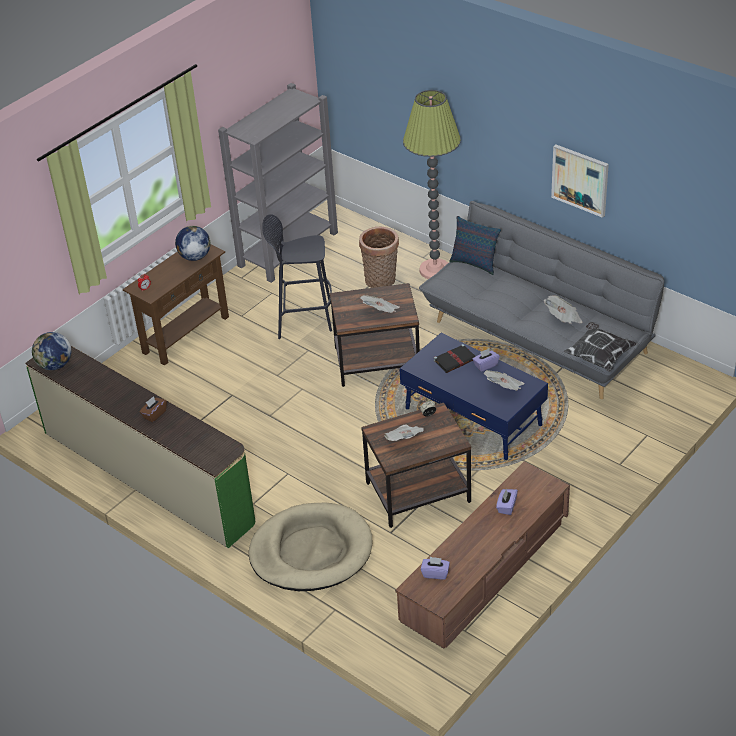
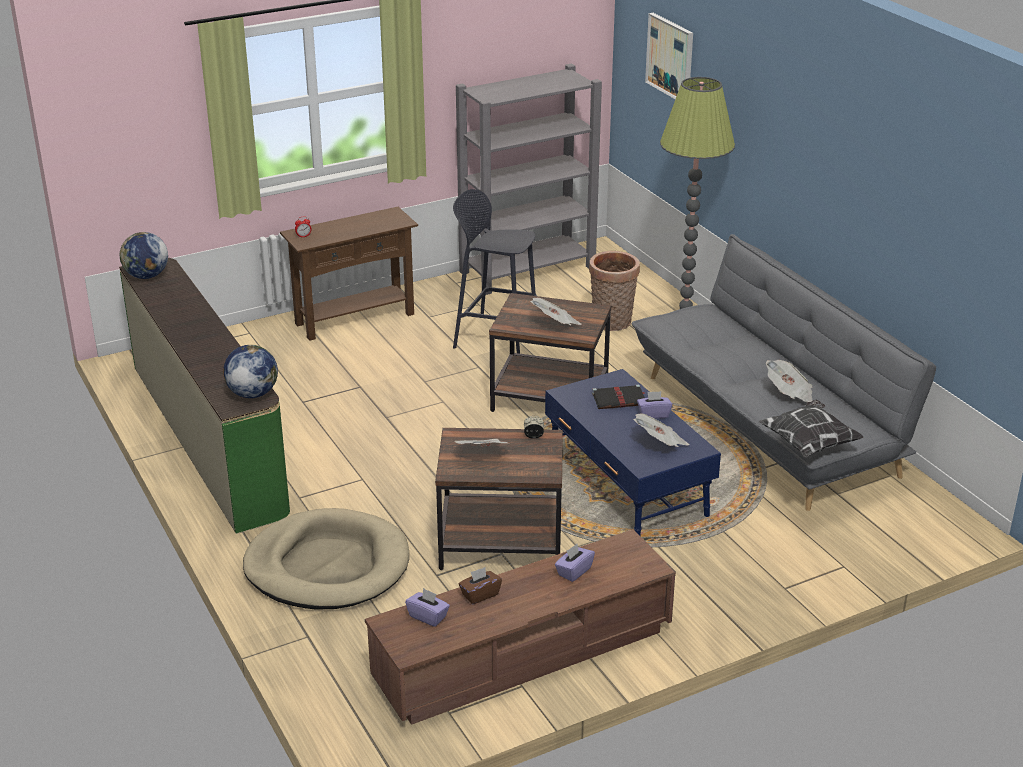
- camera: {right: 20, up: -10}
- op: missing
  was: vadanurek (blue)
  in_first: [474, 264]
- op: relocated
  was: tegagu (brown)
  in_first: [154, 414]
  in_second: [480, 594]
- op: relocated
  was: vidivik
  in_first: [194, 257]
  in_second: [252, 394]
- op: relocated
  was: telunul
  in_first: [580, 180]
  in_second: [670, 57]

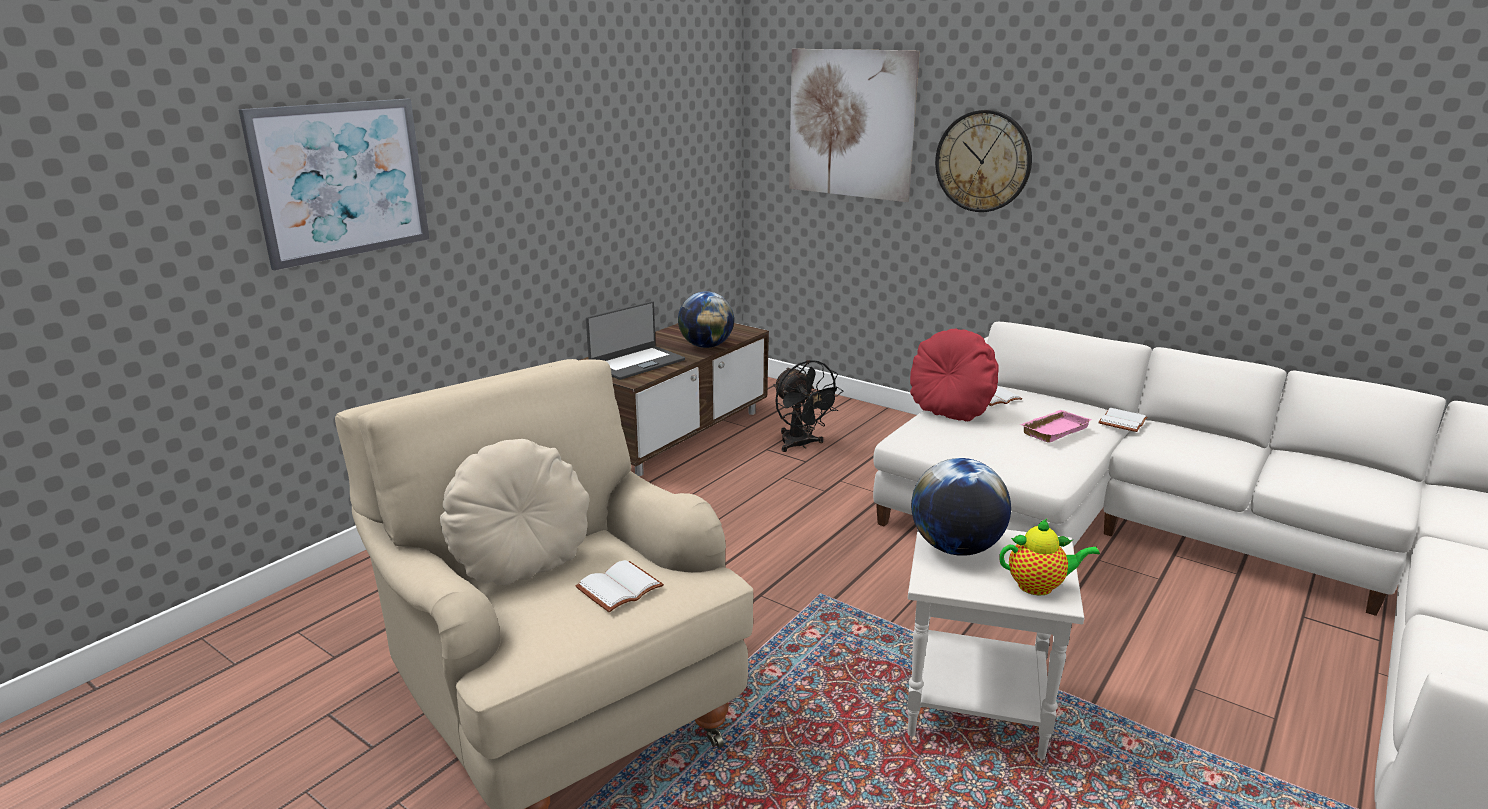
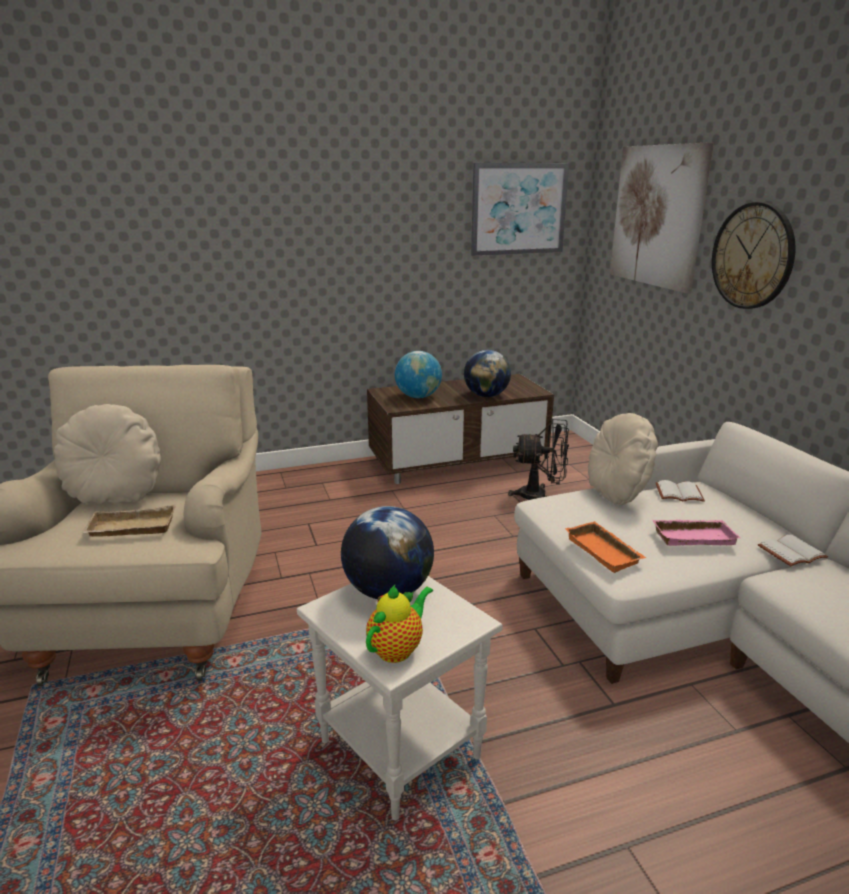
- camera: {right: 35, up: 0}
- op: appeared
  now: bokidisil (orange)
  in_second: [605, 551]
- op: relocated
  was: telunul
  in_first: [341, 180]
  in_second: [519, 209]
- op: exchanged
  was: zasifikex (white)
  now: bokidisil (beige)
  in_first: [620, 589]
  in_second: [130, 529]
- op: exchanged
  was: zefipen
  now: vidivik
  in_first: [636, 363]
  in_second: [418, 397]
- op: colour
  was: vadanurek (red)
  now: vadanurek (beige)
  in_first: [950, 413]
  in_second: [616, 495]
- op: spun
  was: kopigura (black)
  in_first: [800, 445]
  in_second: [540, 496]
  clockwise: -90
- op: spun
  was: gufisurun
  in_first: [1039, 586]
  in_second: [398, 649]
  clockwise: -90

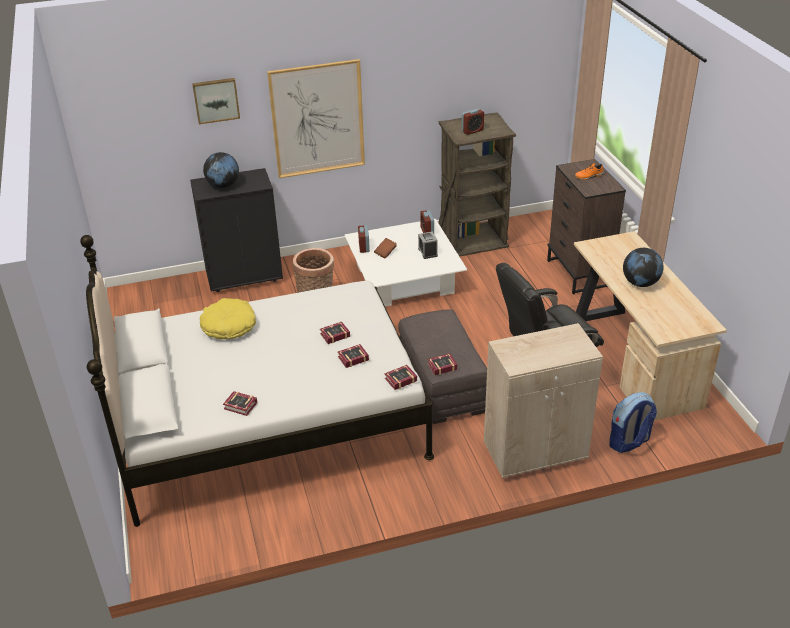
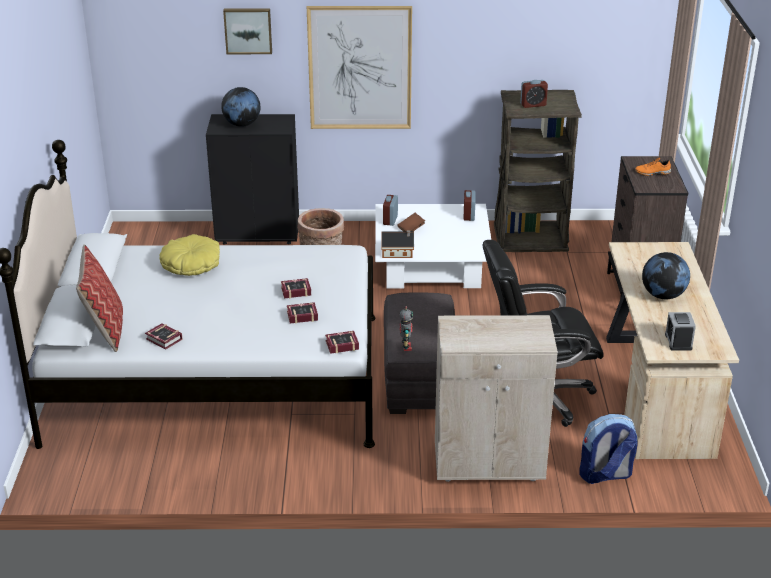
- camera: {right: 15, up: -5}
- op: appeared
  now: vadanurek
  in_second: [105, 330]
- op: appeared
  now: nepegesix
  in_second: [398, 253]
- op: relocated
  was: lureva
  in_first: [427, 252]
  in_second: [678, 341]
- op: exchanged
  was: zasifikex
  now: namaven
  in_first: [441, 366]
  in_second: [406, 347]

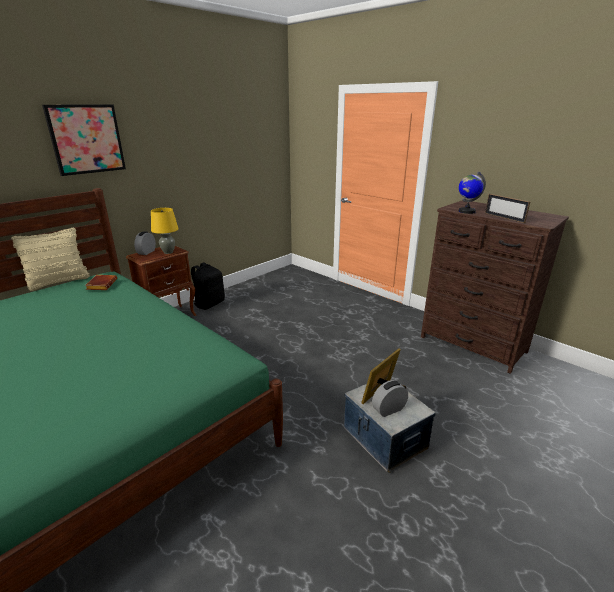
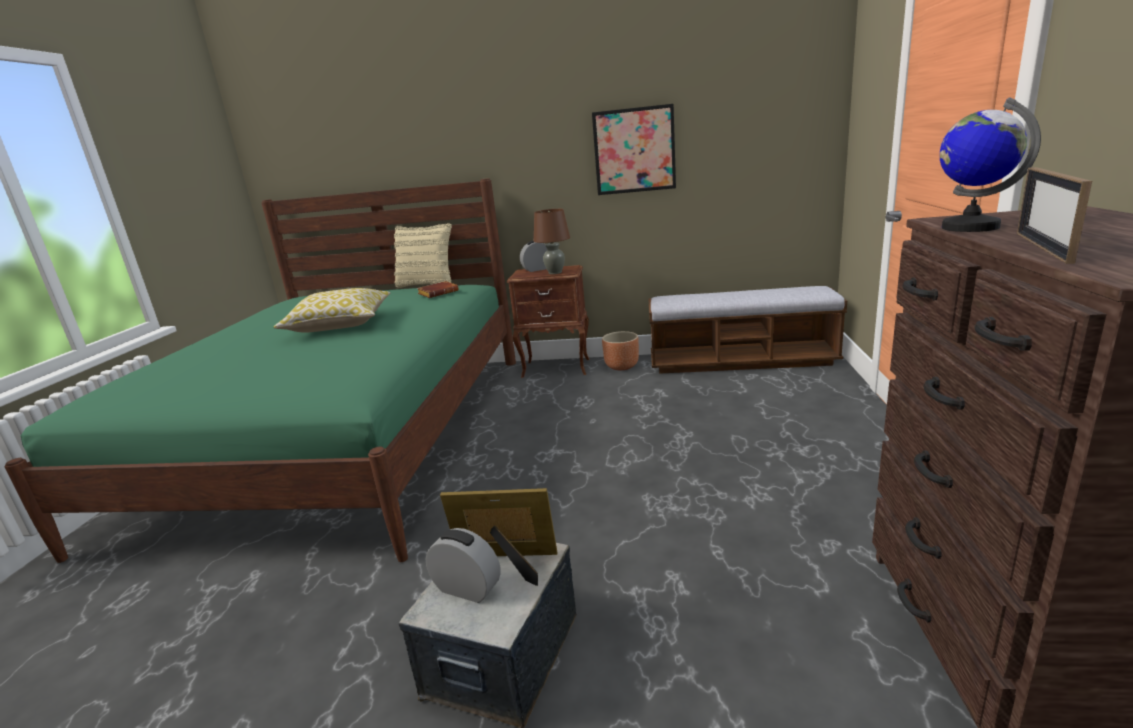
- camera: {right: 55, up: -5}
- op: appeared
  now: vadanurek
  in_second: [340, 325]
- op: appeared
  now: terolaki
  in_second: [741, 361]
- op: relocated
  was: telunul
  in_first: [86, 139]
  in_second: [634, 150]
- op: exchanged
  was: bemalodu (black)
  now: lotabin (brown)
  in_first: [209, 304]
  in_second: [622, 366]
- op: colour
  was: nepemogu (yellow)
  now: nepemogu (brown)
  in_first: [168, 252]
  in_second: [555, 272]

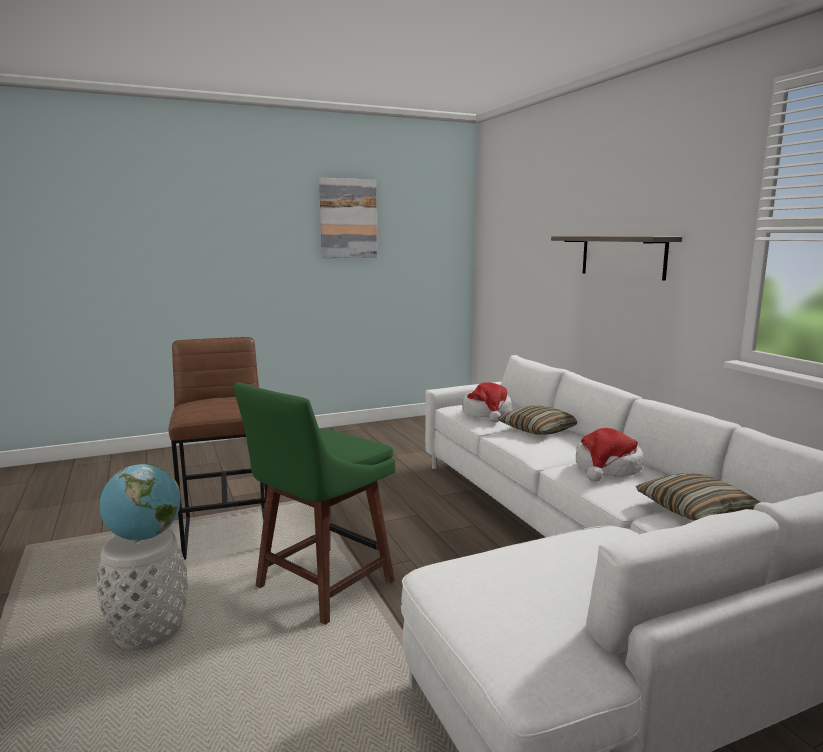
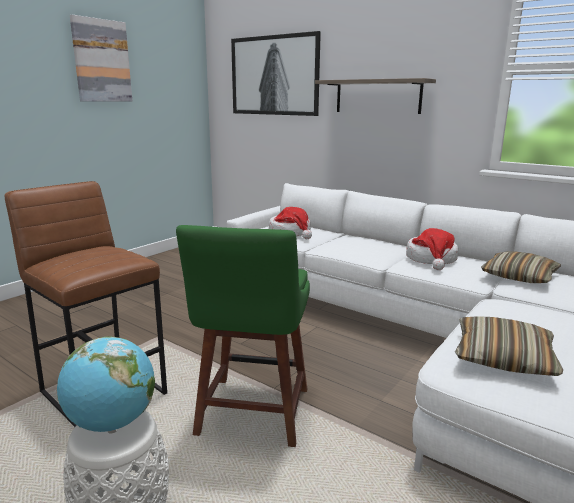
- camera: {right: -30, up: 5}
- op: appeared
  now: telunul
  in_second: [274, 75]
- op: relocated
  was: vadanurek
  in_first: [538, 430]
  in_second: [503, 357]

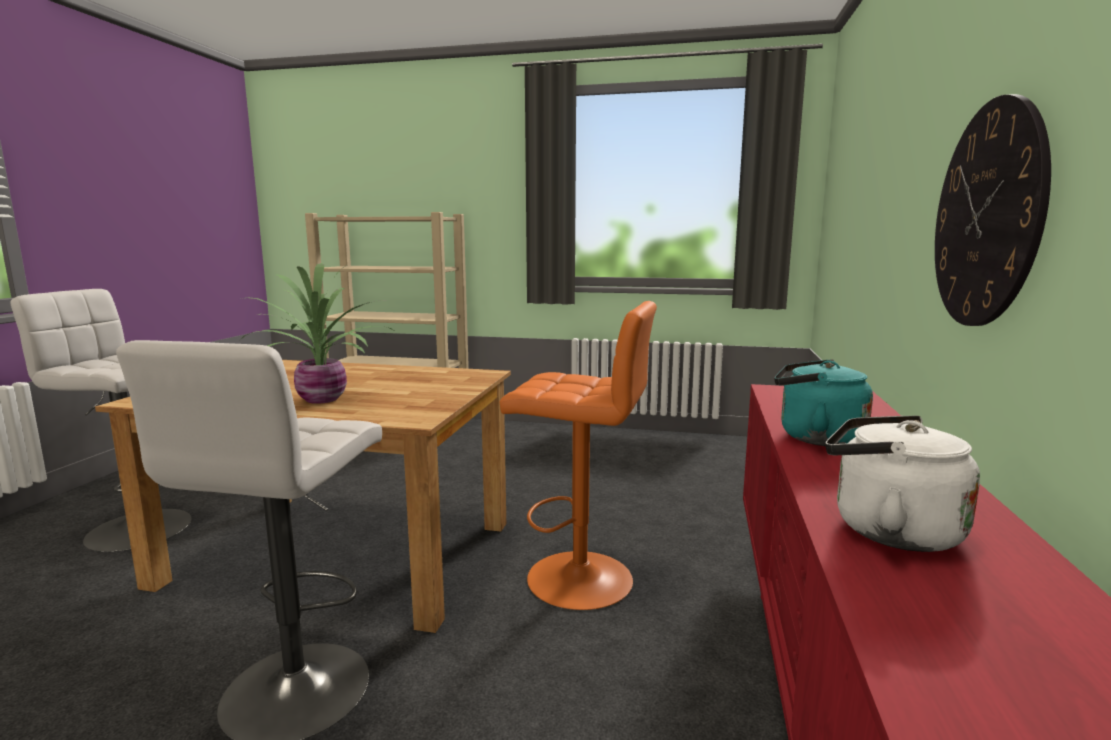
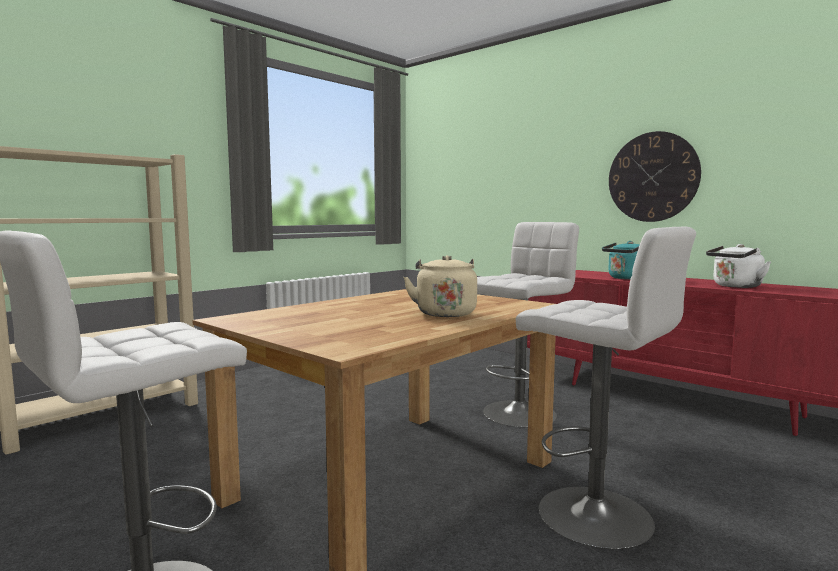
- camera: {right: -60, up: -5}
- op: exchanged
  was: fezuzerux
  now: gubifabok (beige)
  in_first: [325, 399]
  in_second: [444, 313]
- op: colour
  was: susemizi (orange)
  now: susemizi (white)
  in_first: [580, 580]
  in_second: [520, 413]

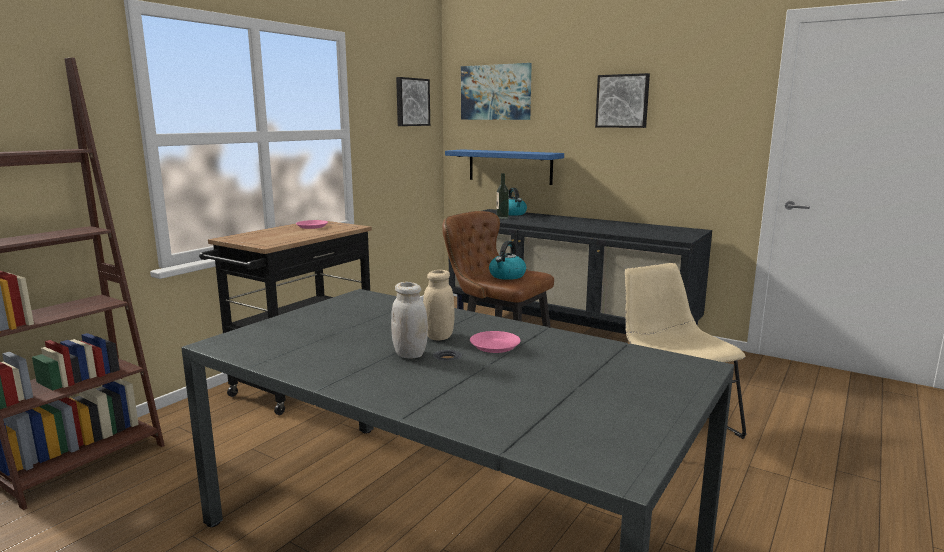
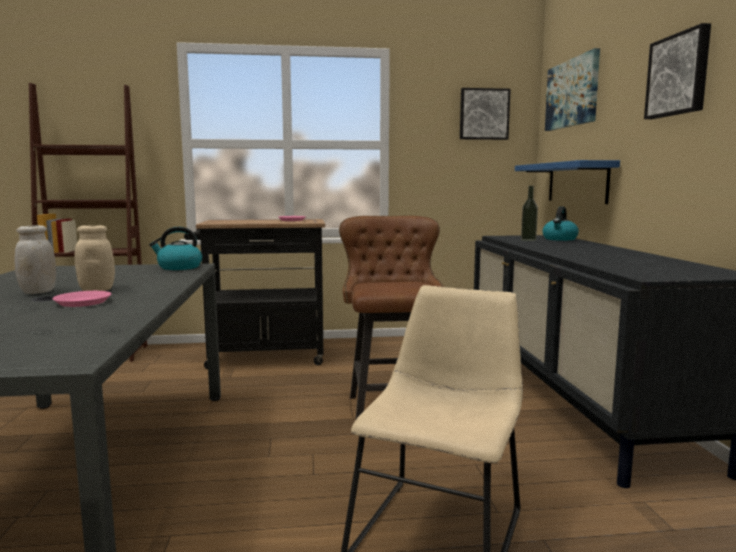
- camera: {right: 50, up: -5}
- op: relocated
  was: gubifabok
  in_first: [507, 276]
  in_second: [179, 267]

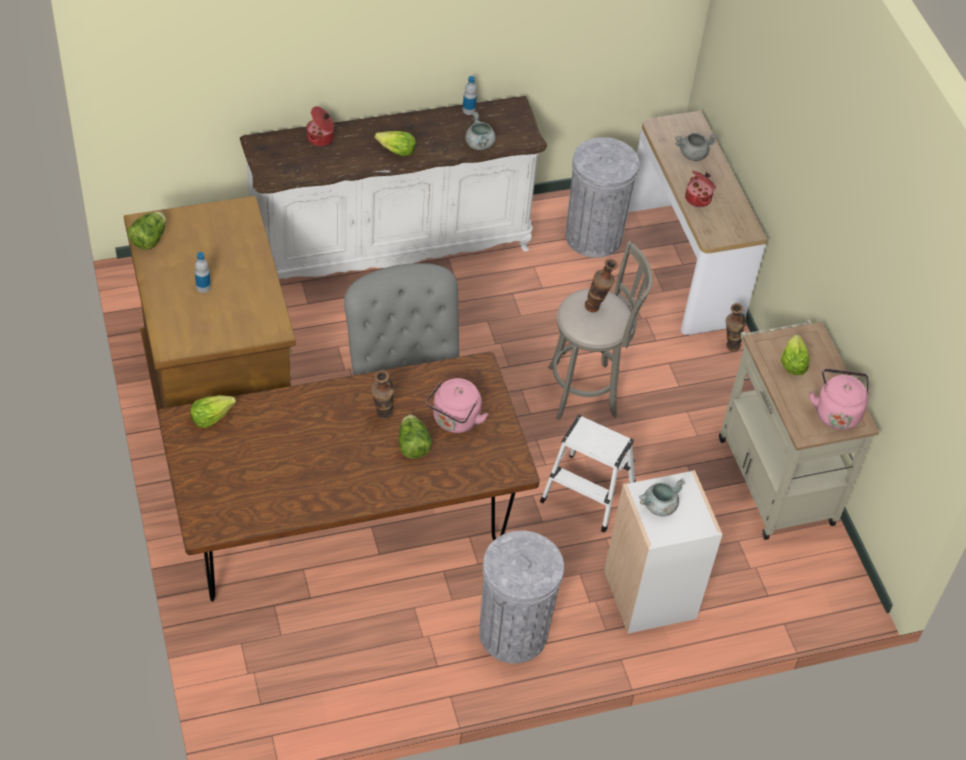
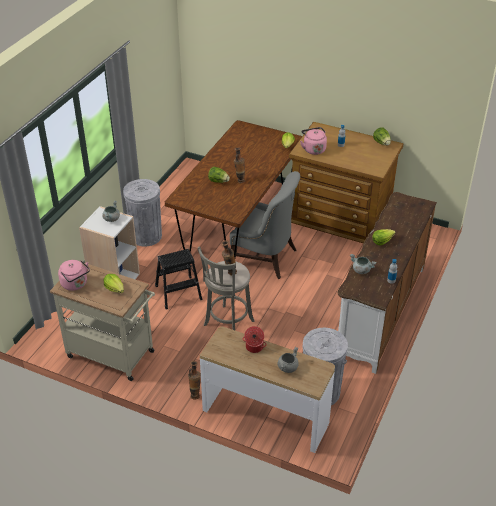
- camera: {right: 135, up: -10}
- op: missing
  was: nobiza
  in_first: [321, 138]
- op: relocated
  was: gubifabok (pink)
  in_first: [455, 421]
  in_second: [313, 149]
- op: colour
  was: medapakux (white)
  now: medapakux (black)
  in_first: [588, 491]
  in_second: [178, 292]

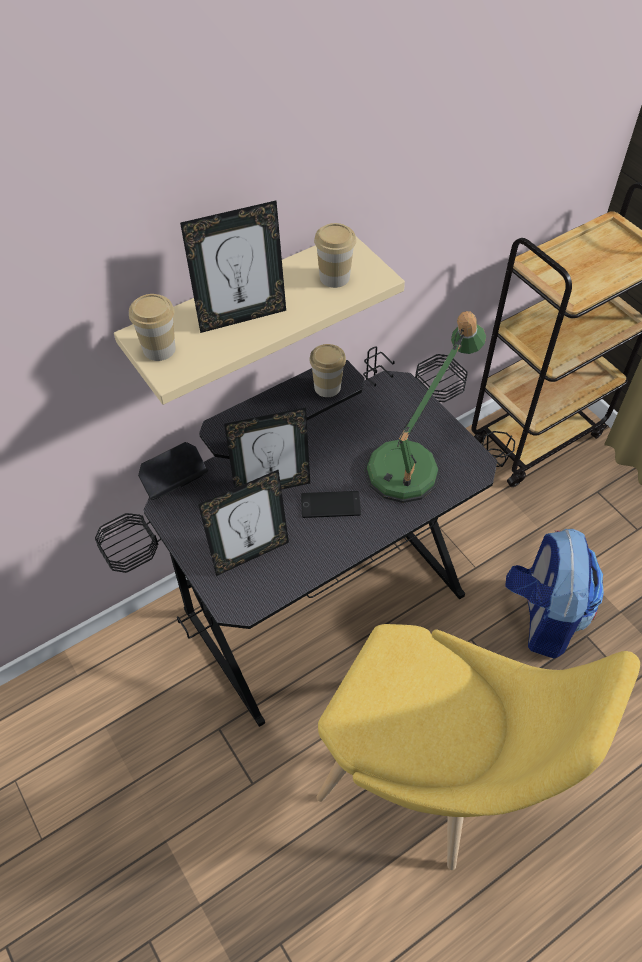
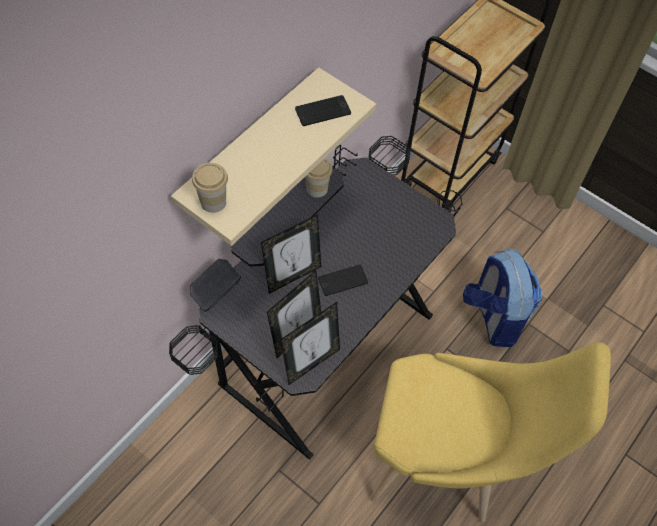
- camera: {right: -20, up: 5}
- op: missing
  was: nepemogu
  in_first: [411, 464]
- op: relocated
  was: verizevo
  in_first: [241, 316]
  in_second: [311, 363]
- op: exchanged
  was: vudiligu
  now: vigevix
  in_first: [334, 277]
  in_second: [323, 111]

